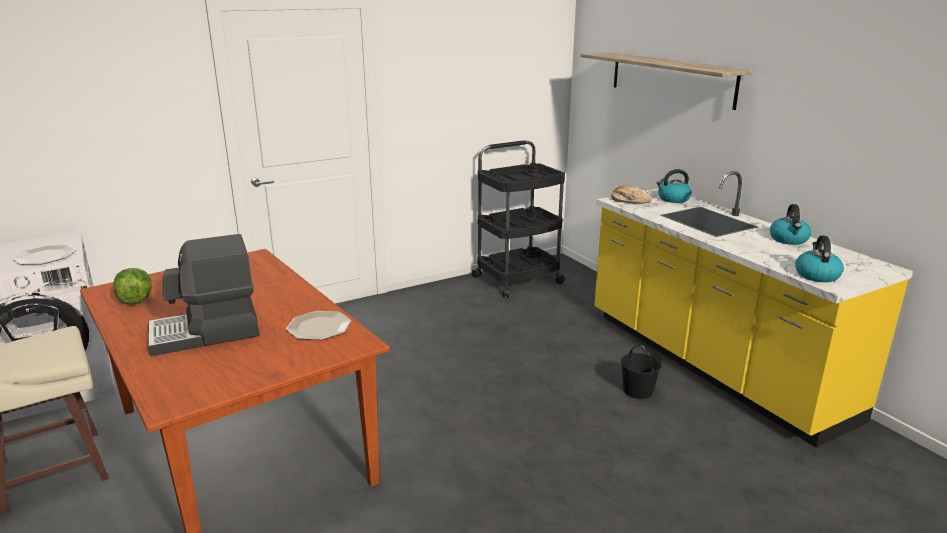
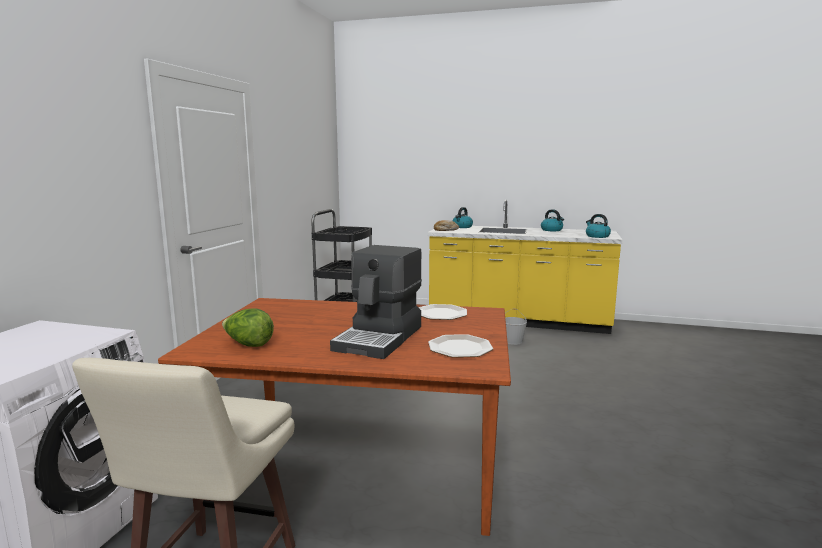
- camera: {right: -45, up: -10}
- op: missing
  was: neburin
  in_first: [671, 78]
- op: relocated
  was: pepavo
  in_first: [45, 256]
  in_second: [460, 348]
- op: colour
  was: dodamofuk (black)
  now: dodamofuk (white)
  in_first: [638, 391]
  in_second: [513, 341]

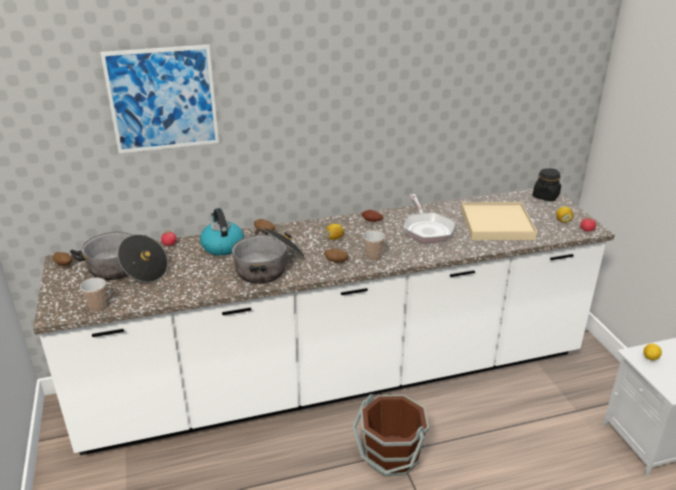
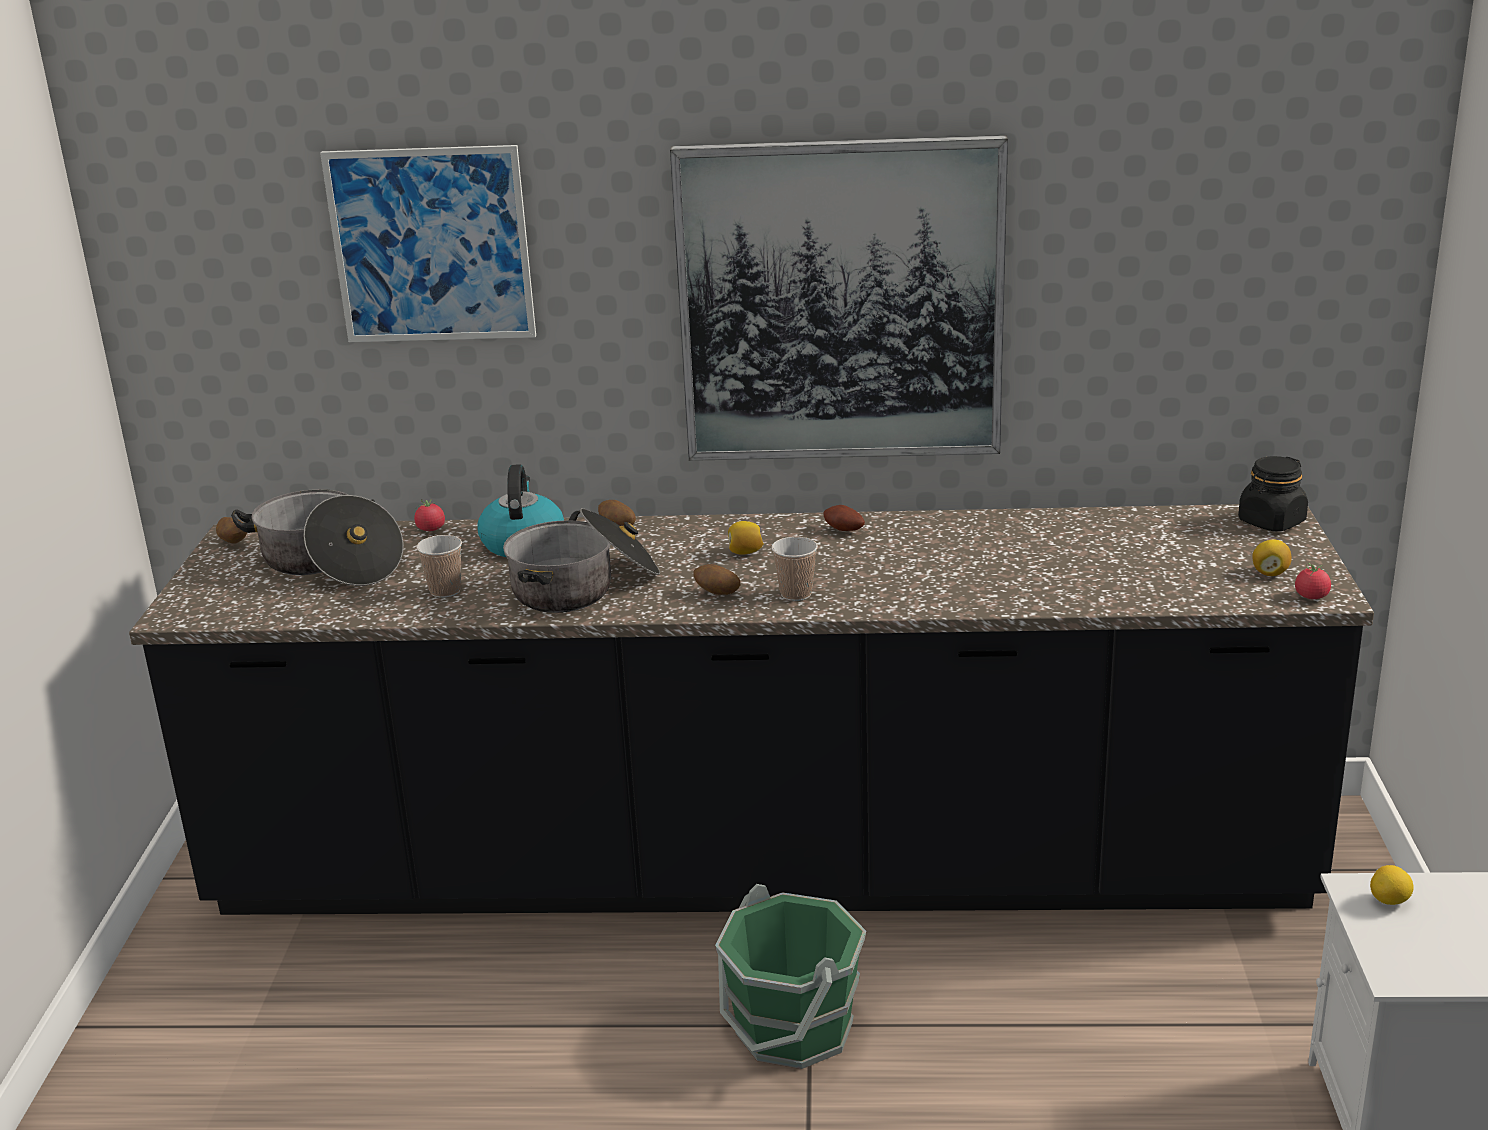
- camera: {right: 20, up: -5}
- op: missing
  was: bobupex
  in_first: [427, 229]
- op: missing
  was: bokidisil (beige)
  in_first: [497, 224]
- op: appeared
  now: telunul
  in_second: [840, 302]
- op: relocated
  was: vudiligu
  in_first: [98, 307]
  in_second: [445, 591]
- op: colour
  was: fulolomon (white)
  now: fulolomon (black)
  in_first: [338, 380]
  in_second: [758, 872]
- op: colour
  was: dodamofuk (brown)
  now: dodamofuk (green)
  in_first: [391, 456]
  in_second: [792, 1029]

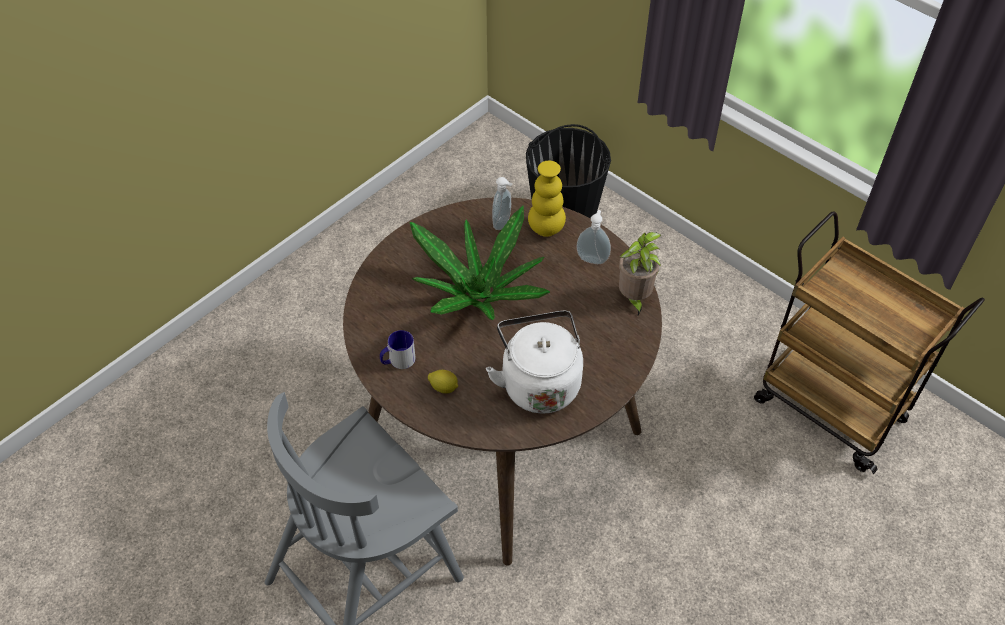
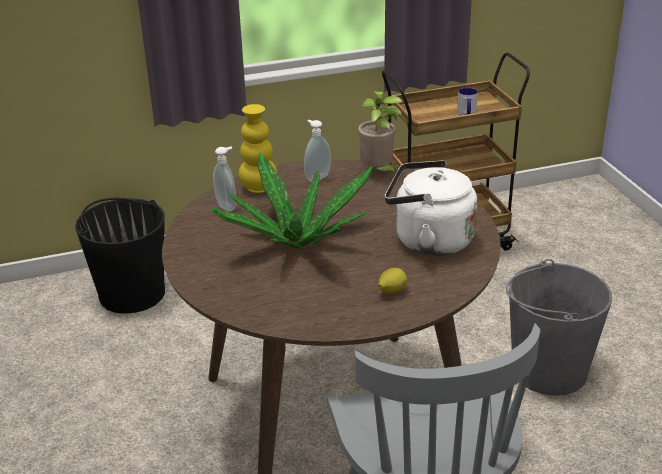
- camera: {right: -60, up: -20}
- op: appeared
  now: dodamofuk (grey)
  in_second: [548, 370]
- op: relocated
  was: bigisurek
  in_first: [398, 361]
  in_second: [467, 114]

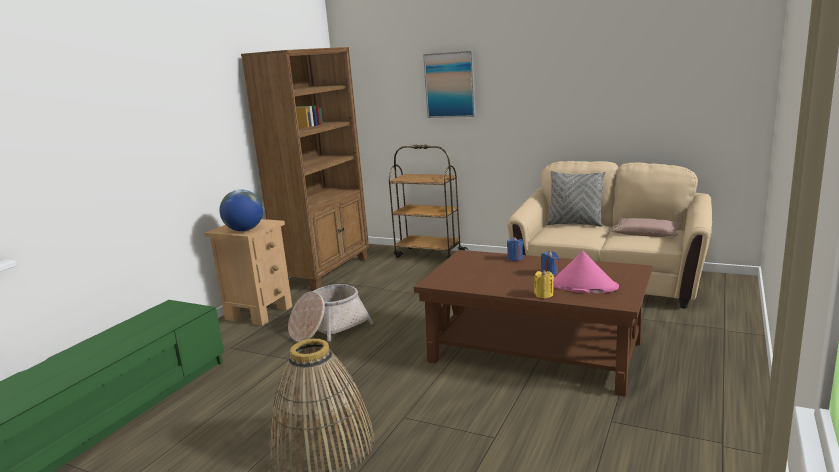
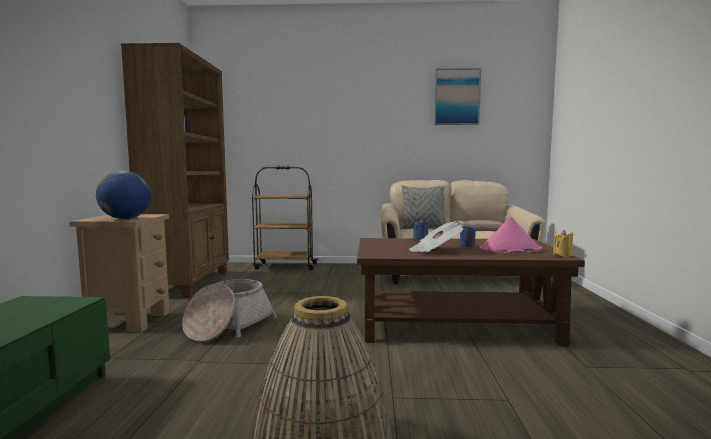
- camera: {right: -25, up: -10}
- op: appeared
  now: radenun
  in_second: [436, 251]
- op: relocated
  was: telunul
  in_first: [450, 85]
  in_second: [456, 97]
- op: relocated
  was: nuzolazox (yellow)
  in_first: [544, 295]
  in_second: [562, 255]

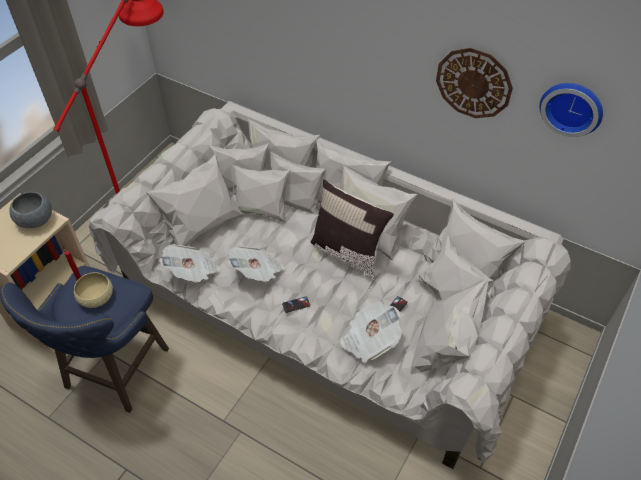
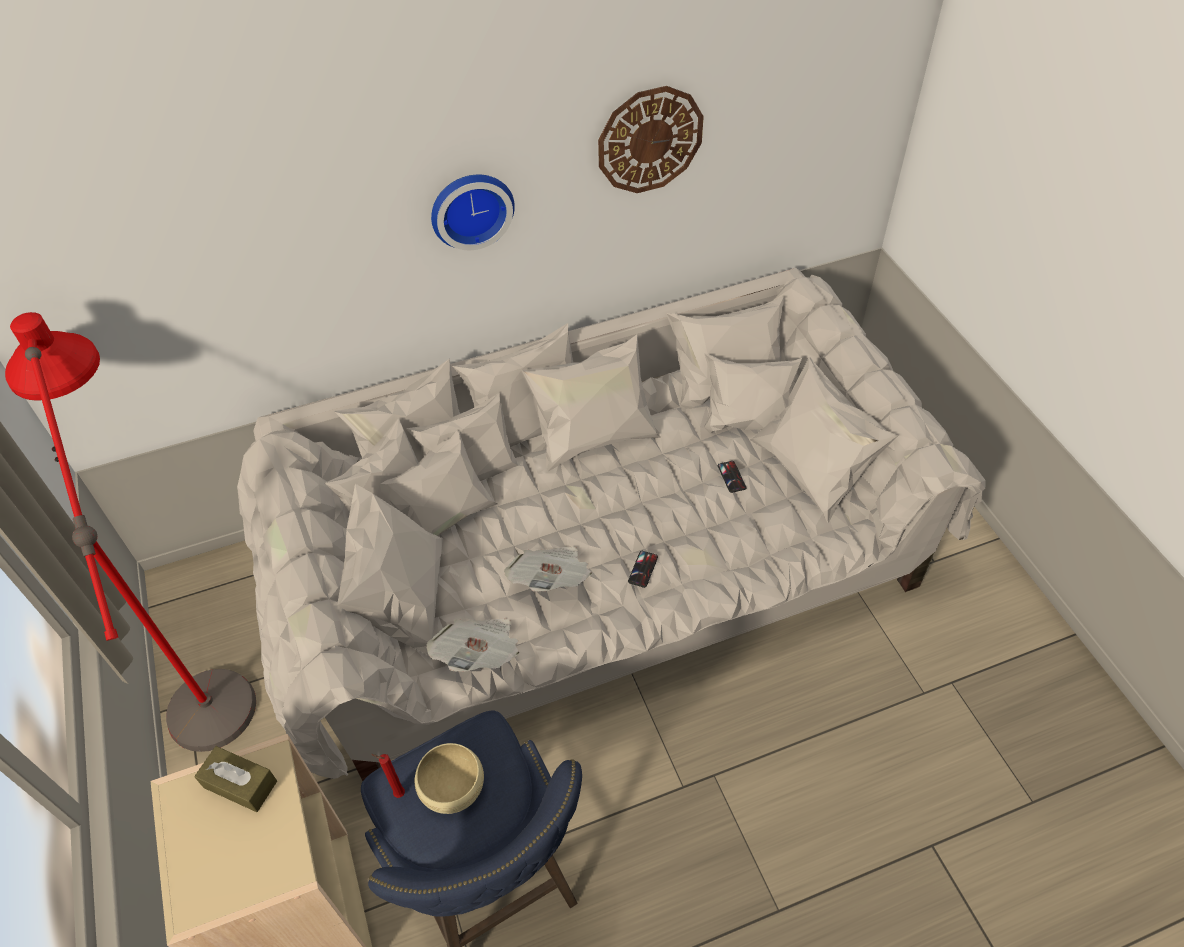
- camera: {right: -50, up: 0}
- op: missing
  was: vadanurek
  in_first: [348, 253]
- op: missing
  was: radenun
  in_first: [369, 340]
- op: relocated
  was: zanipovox
  in_first: [572, 107]
  in_second: [471, 208]
- op: exchanged
  was: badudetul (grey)
  now: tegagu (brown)
  in_first: [35, 220]
  in_second: [240, 784]

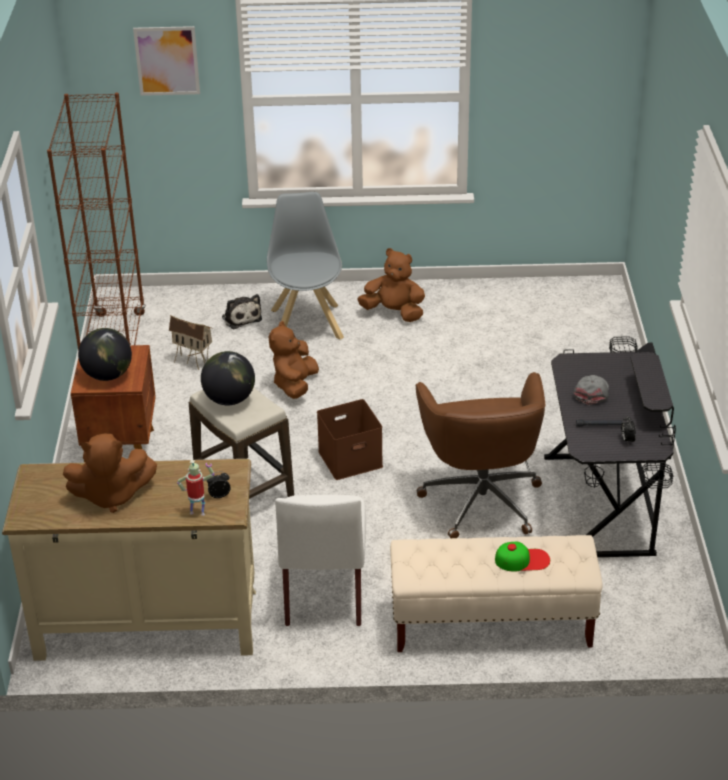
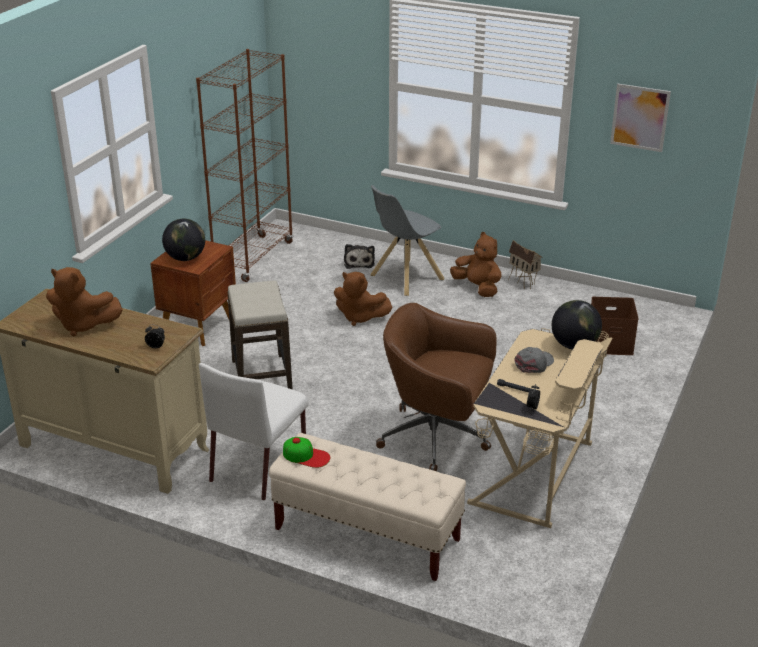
- camera: {right: 25, up: -5}
- op: missing
  was: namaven
  in_first: [198, 512]
- op: relocated
  was: telunul
  in_first: [167, 61]
  in_second: [640, 117]
- op: relocated
  was: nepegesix
  in_first: [194, 362]
  in_second: [523, 283]
- op: relocated
  was: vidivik
  in_first: [229, 399]
  in_second: [574, 345]
- op: relocated
  was: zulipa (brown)
  in_first: [351, 458]
  in_second: [611, 342]
- op: relocated
  was: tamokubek
  in_first: [522, 560]
  in_second: [306, 456]
- op: colour
  was: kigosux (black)
  now: kigosux (beige)
  in_first: [603, 504]
  in_second: [536, 474]
- op: spun
  was: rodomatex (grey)
  in_first: [307, 322]
  in_second: [405, 277]
  clockwise: -150
- op: spun
  was: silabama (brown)
  in_first: [295, 385]
  in_second: [360, 317]
  clockwise: -105
- op: spun
  was: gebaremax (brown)
  in_first: [481, 498]
  in_second: [437, 438]
  clockwise: 90

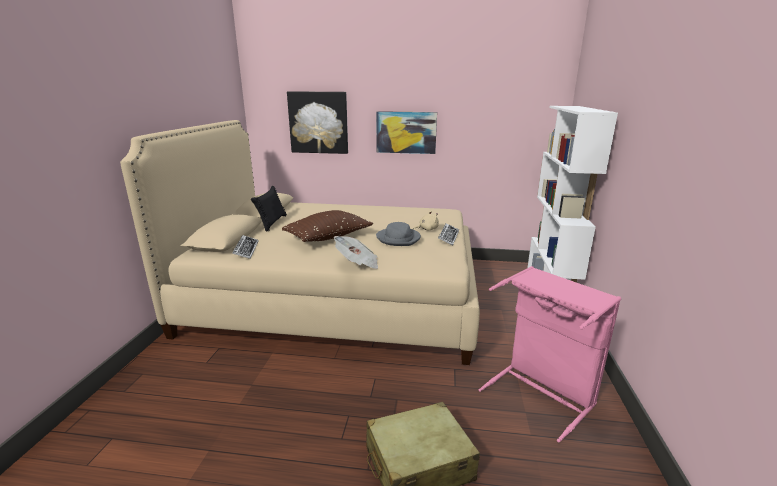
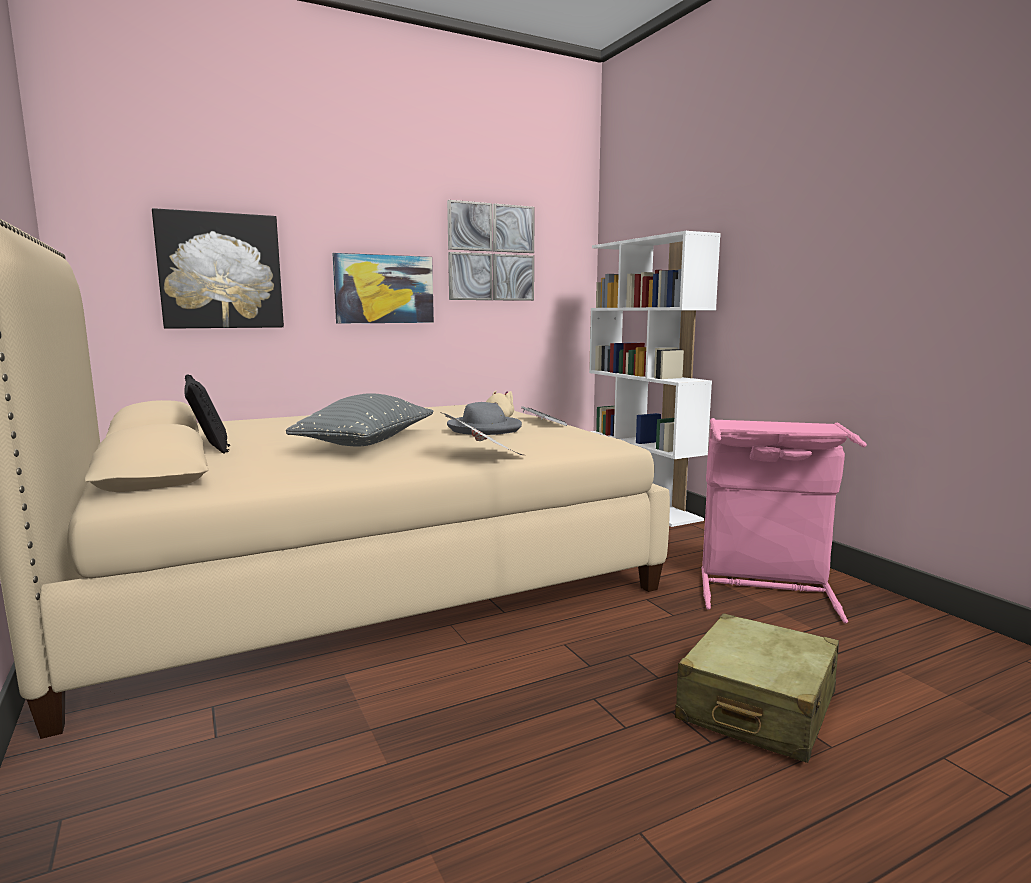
- camera: {right: -35, up: -10}
- op: missing
  was: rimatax
  in_first: [246, 250]
- op: appeared
  now: telunul
  in_second: [491, 252]
- op: colour
  was: vadanurek (brown)
  now: vadanurek (grey)
  in_first: [328, 237]
  in_second: [367, 443]

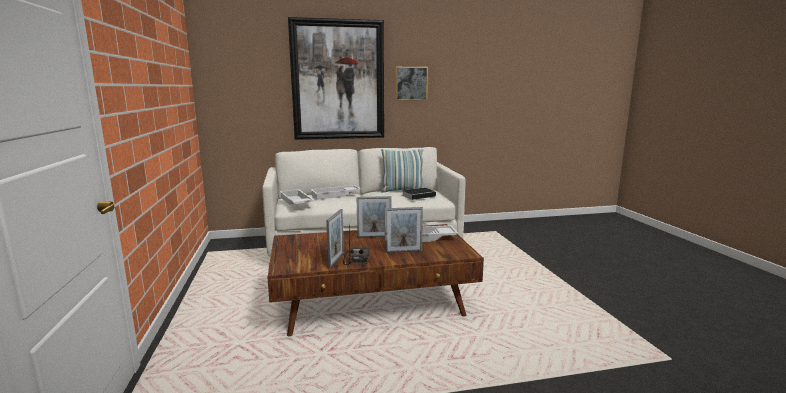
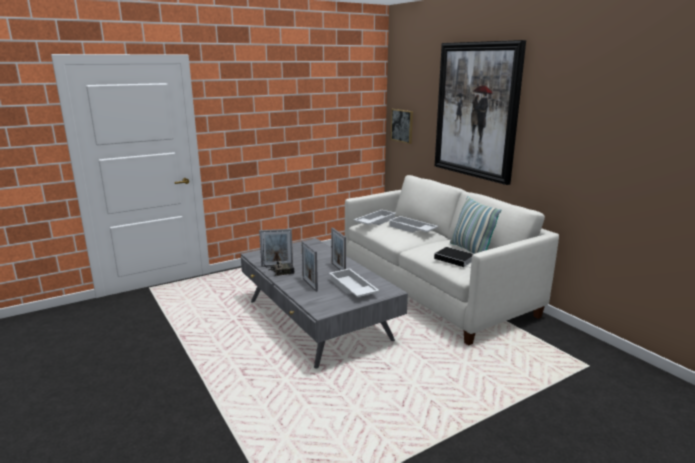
- camera: {right: 70, up: 5}
- op: relocated
  was: telunul
  in_first: [411, 83]
  in_second: [402, 125]
- op: colour
  was: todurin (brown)
  now: todurin (grey)
  in_first: [372, 302]
  in_second: [316, 320]

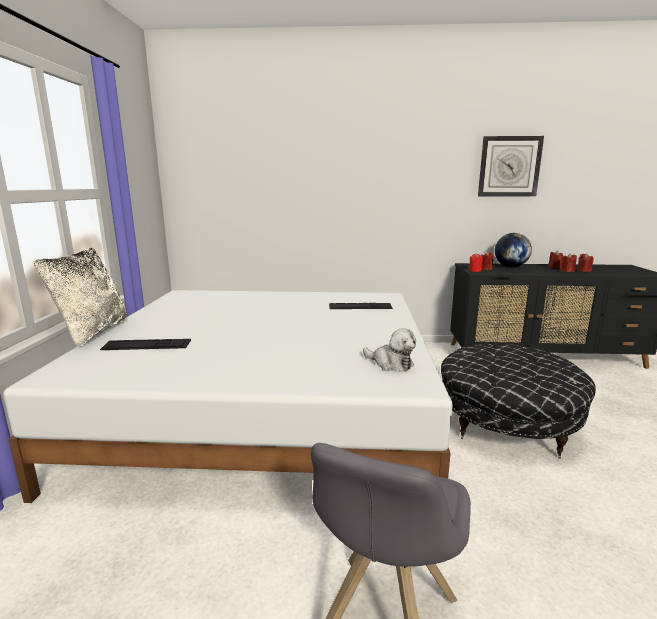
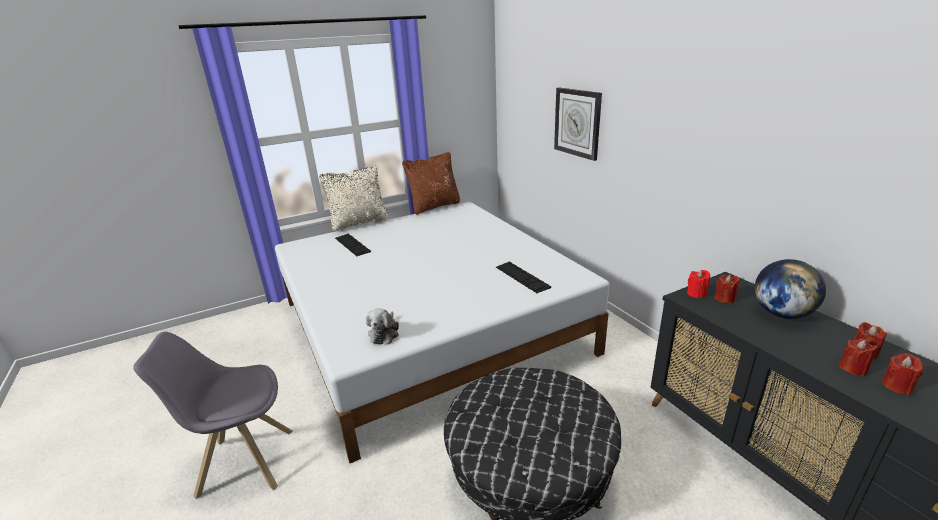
- camera: {right: 60, up: 10}
- op: appeared
  now: vadanurek (brown)
  in_second: [435, 207]
- op: relocated
  was: zanipovox
  in_first: [509, 166]
  in_second: [577, 123]

